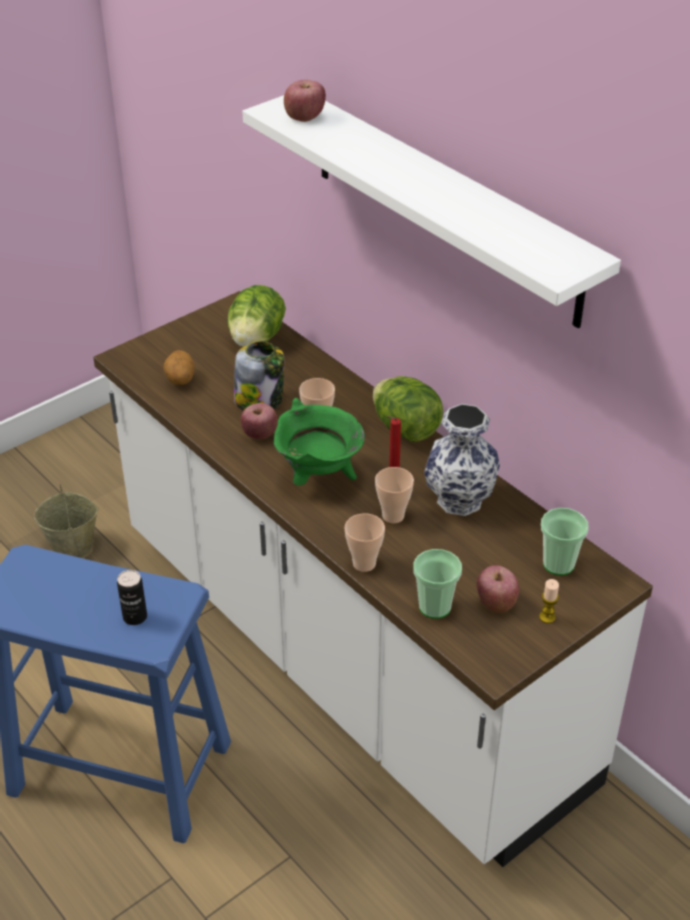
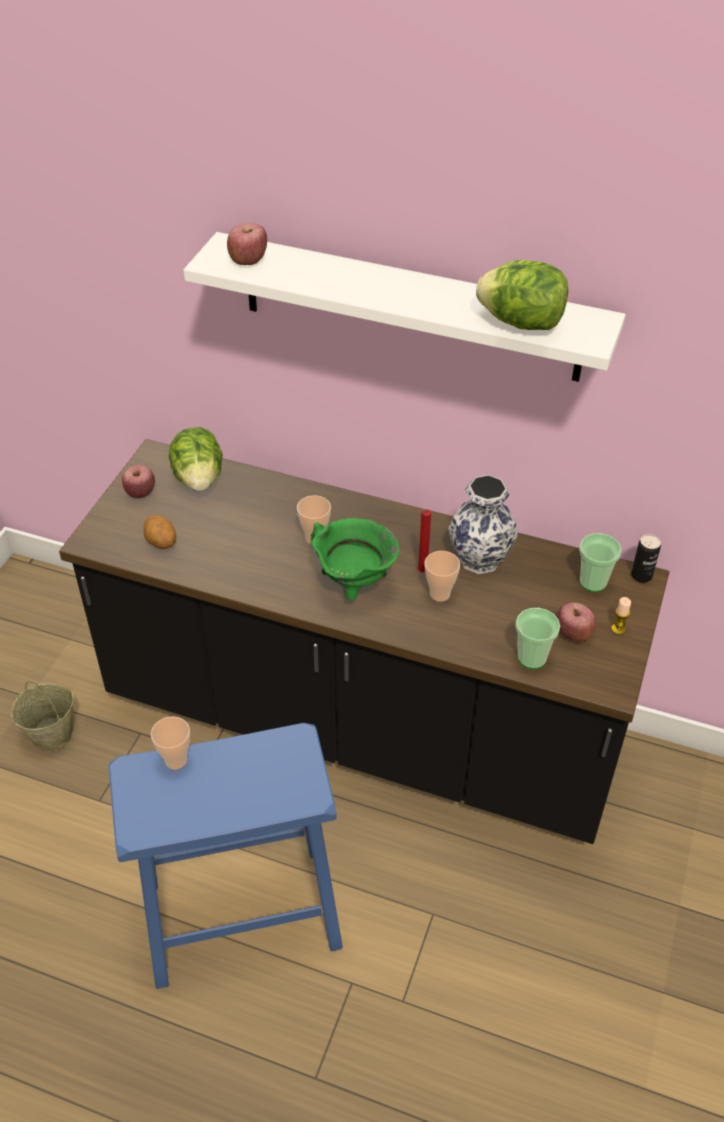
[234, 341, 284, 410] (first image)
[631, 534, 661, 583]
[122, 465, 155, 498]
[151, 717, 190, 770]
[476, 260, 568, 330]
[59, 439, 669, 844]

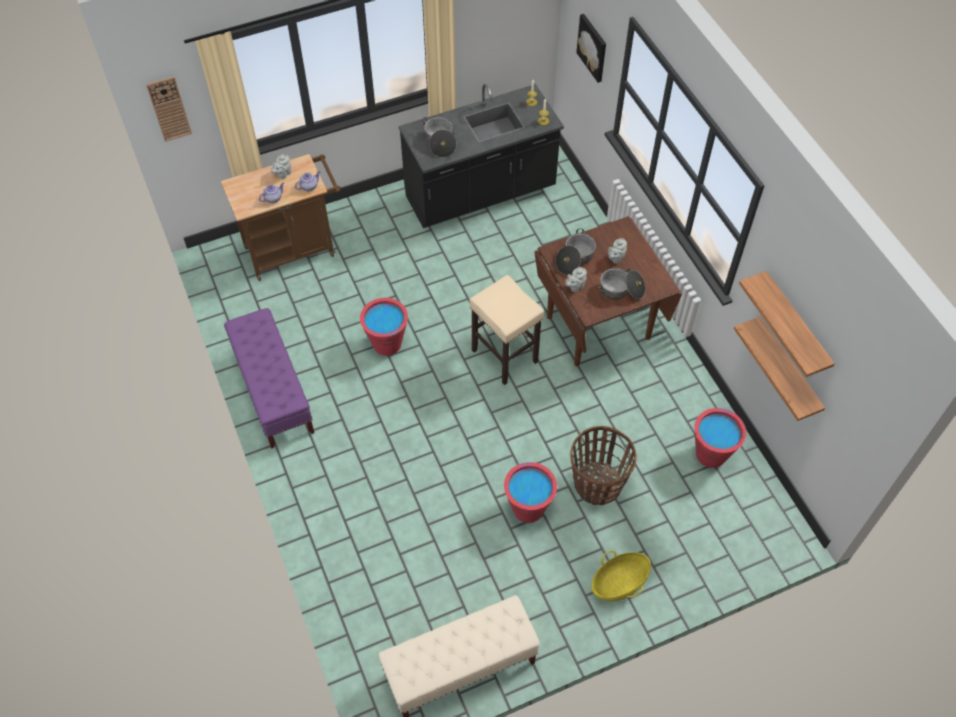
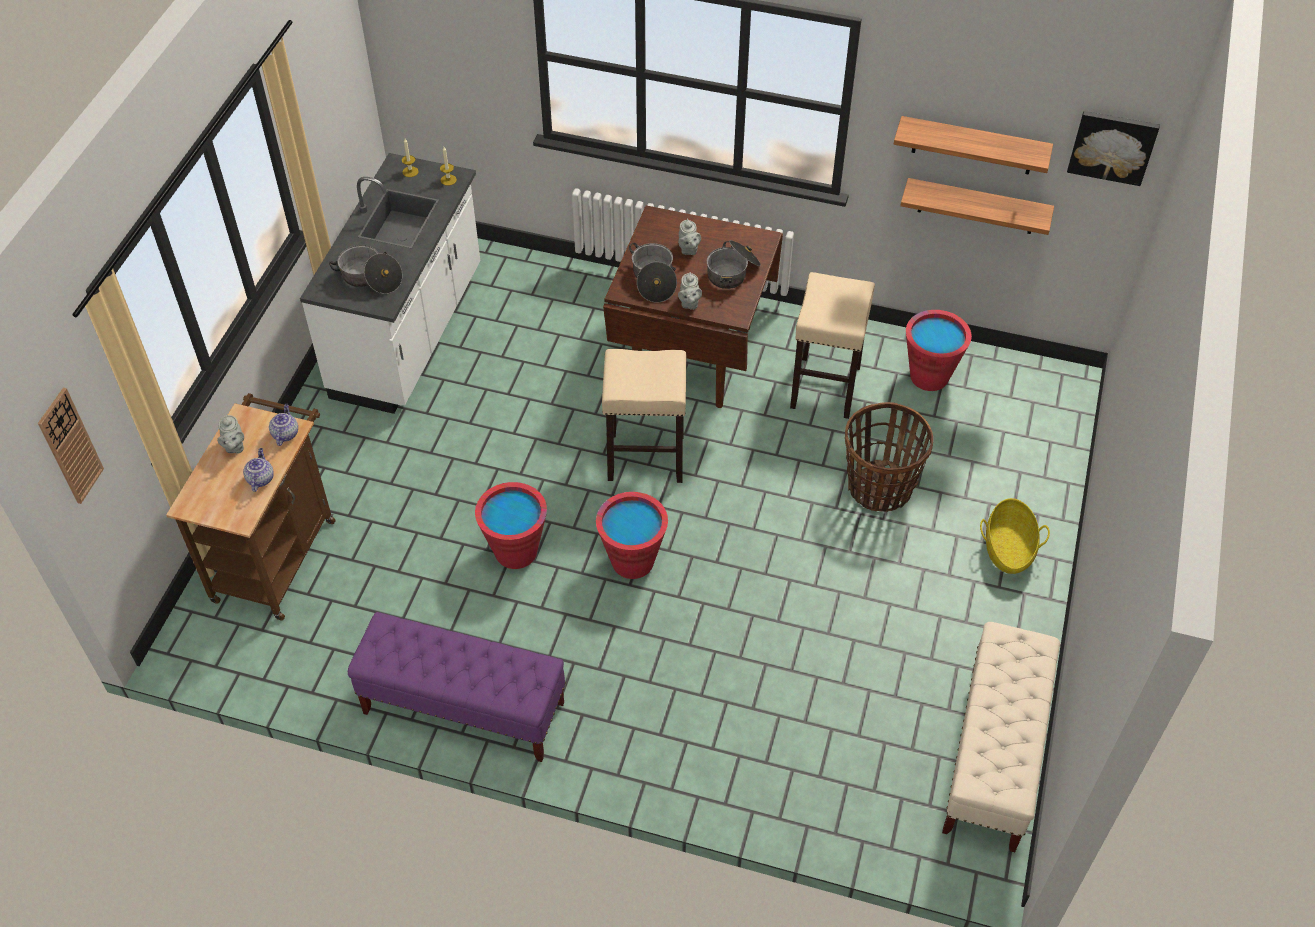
[790, 272, 875, 419]
[596, 492, 668, 579]
[1067, 111, 1160, 186]
[300, 153, 480, 414]

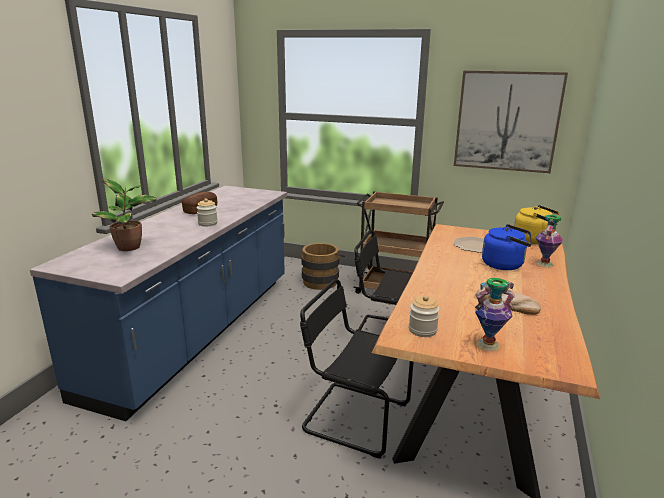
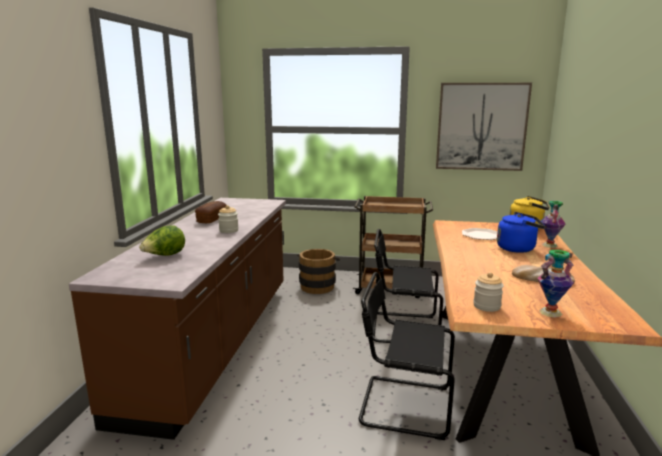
[139, 225, 185, 256]
[69, 198, 286, 440]

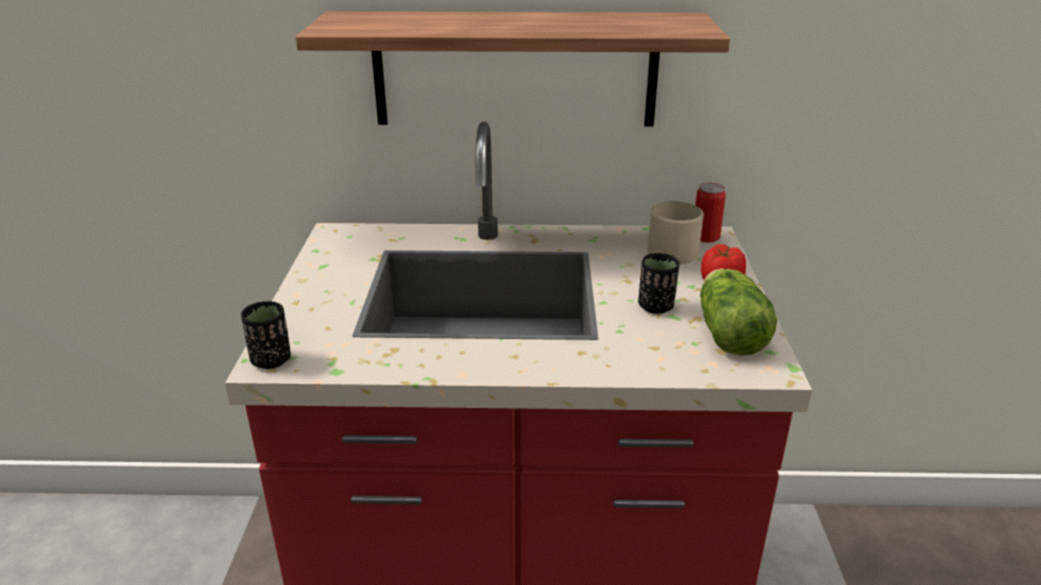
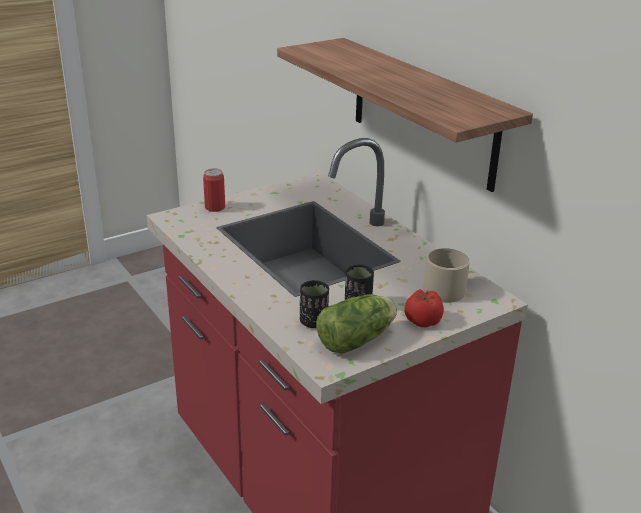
[300, 280, 329, 328]
[203, 169, 225, 212]

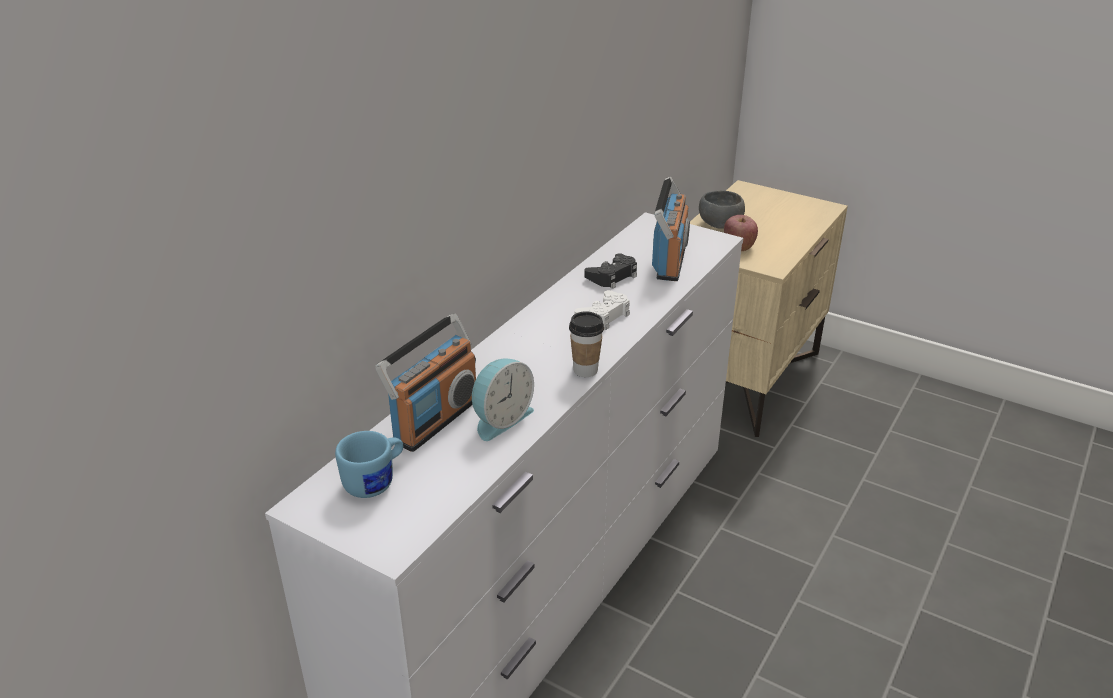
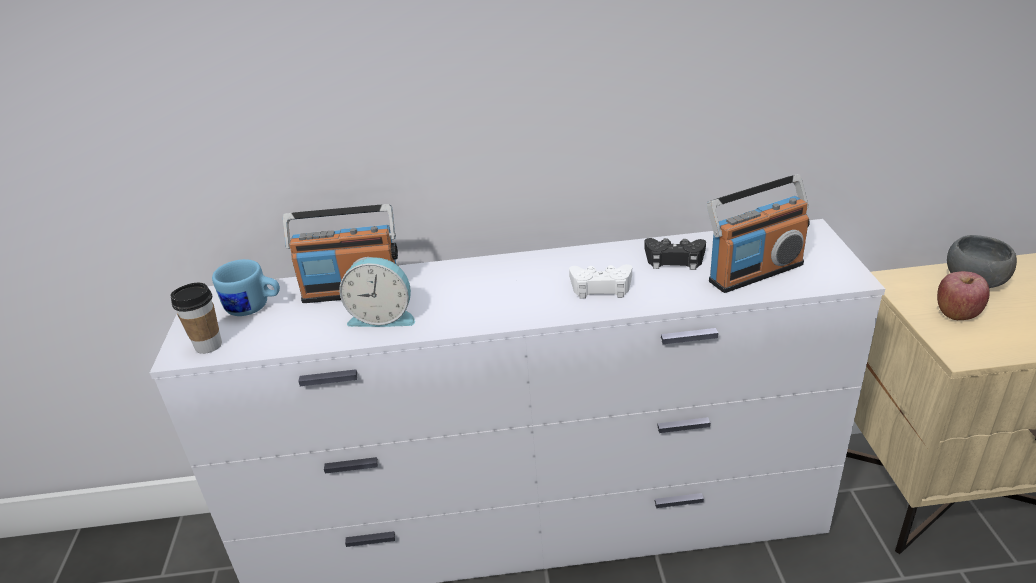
[171, 283, 222, 354]

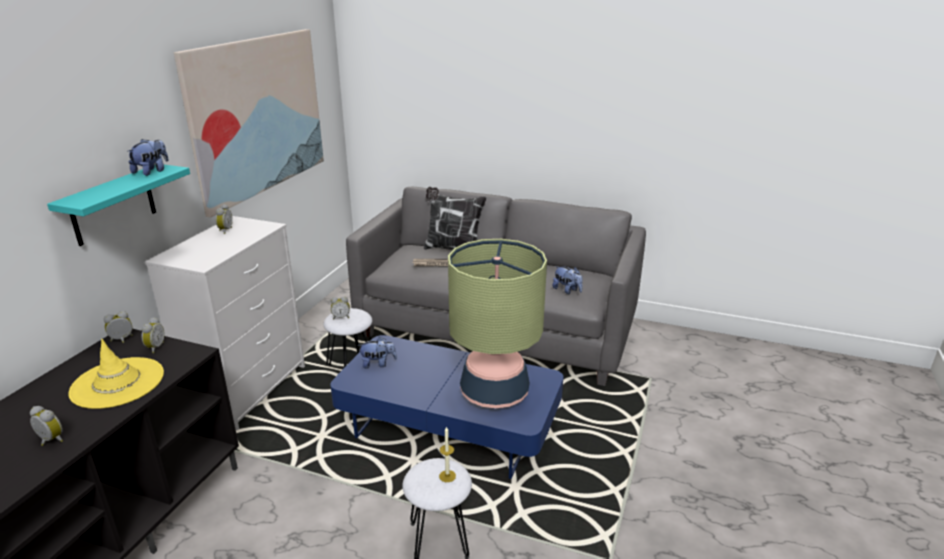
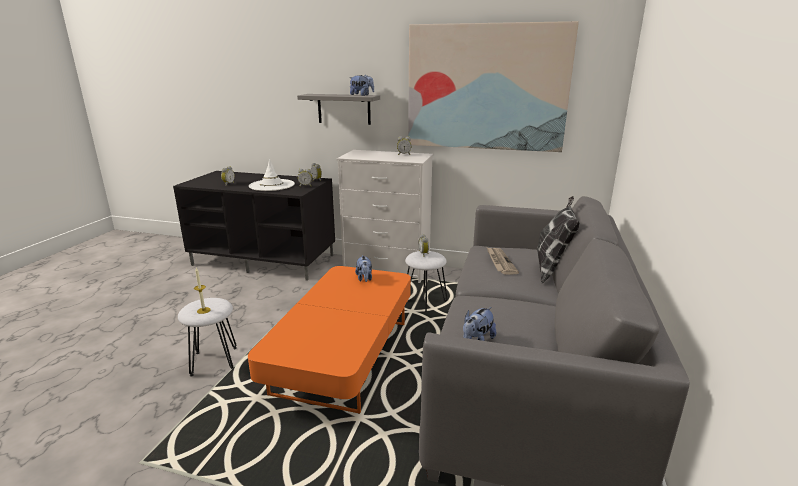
[448, 239, 547, 408] (first image)
[297, 94, 380, 125]
[249, 158, 295, 191]
[248, 266, 411, 414]

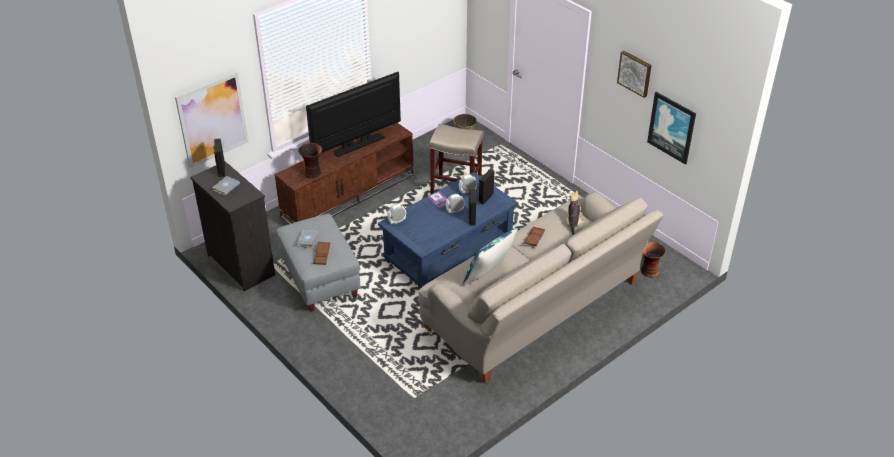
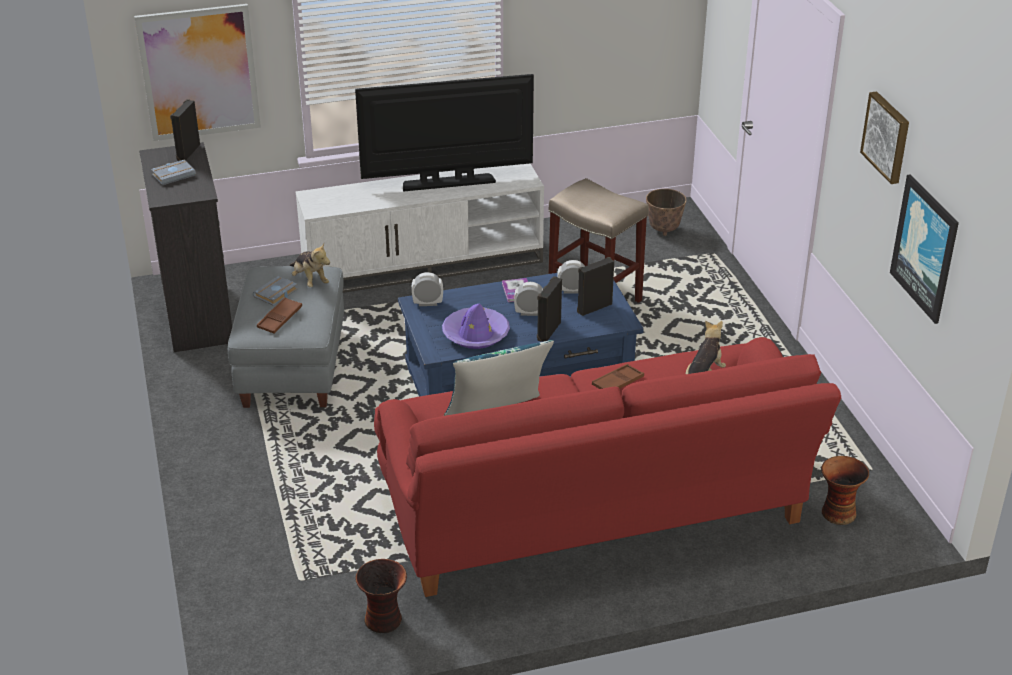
[290, 243, 330, 287]
[442, 303, 510, 349]
[356, 559, 407, 633]
[295, 164, 544, 293]
[374, 337, 841, 597]

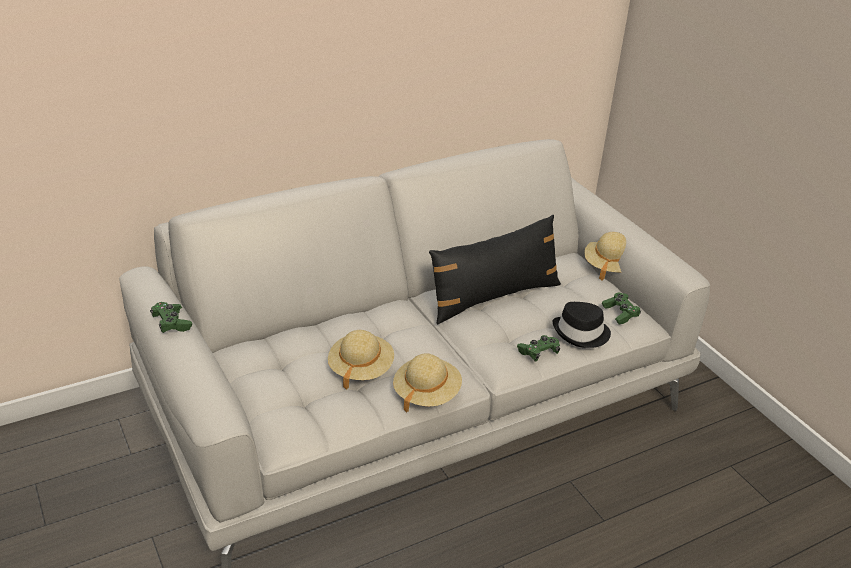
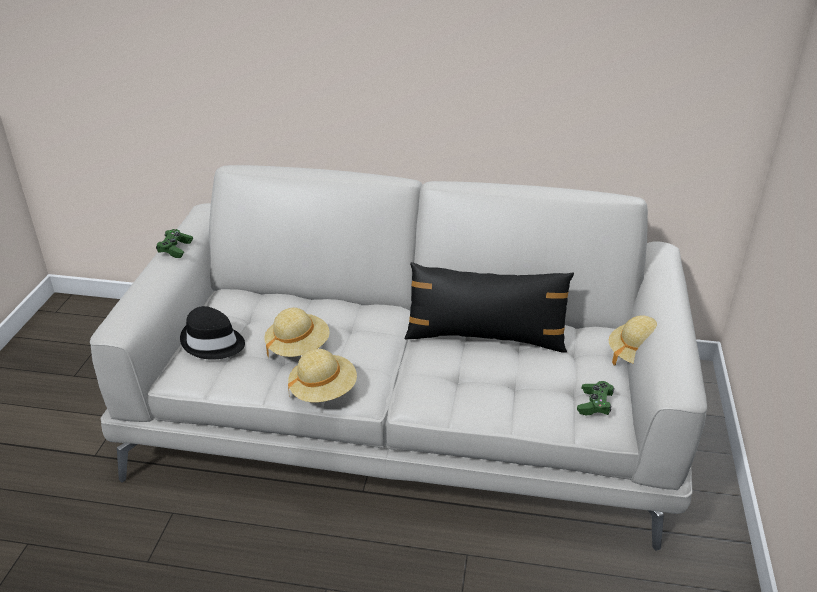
[517, 335, 560, 361] (first image)
[180, 306, 245, 360]

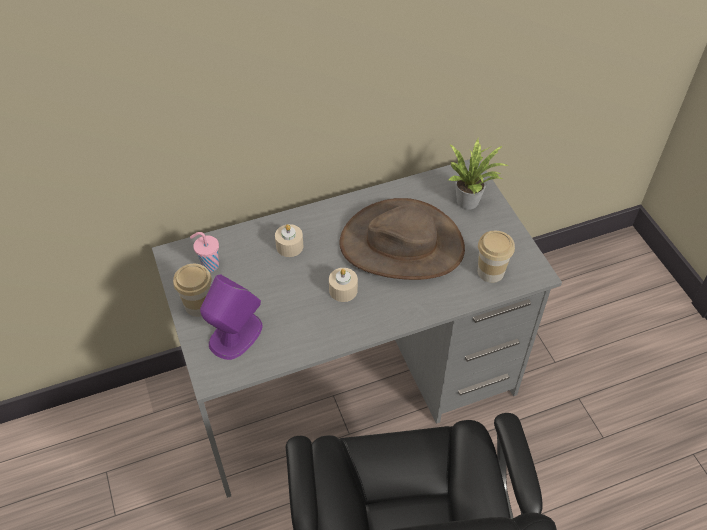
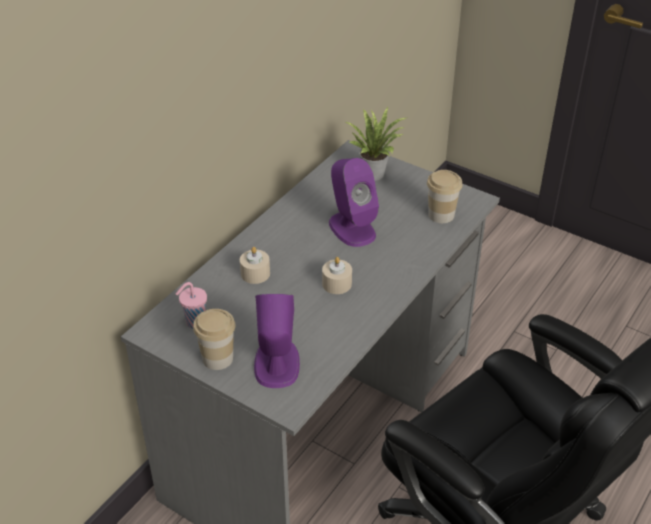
[329, 158, 379, 247]

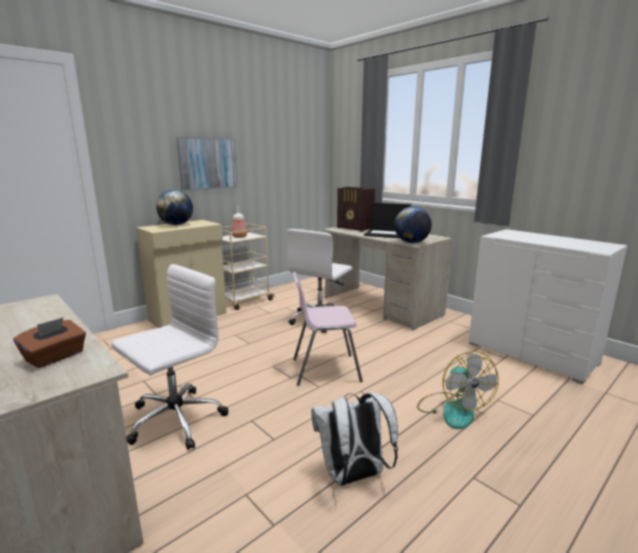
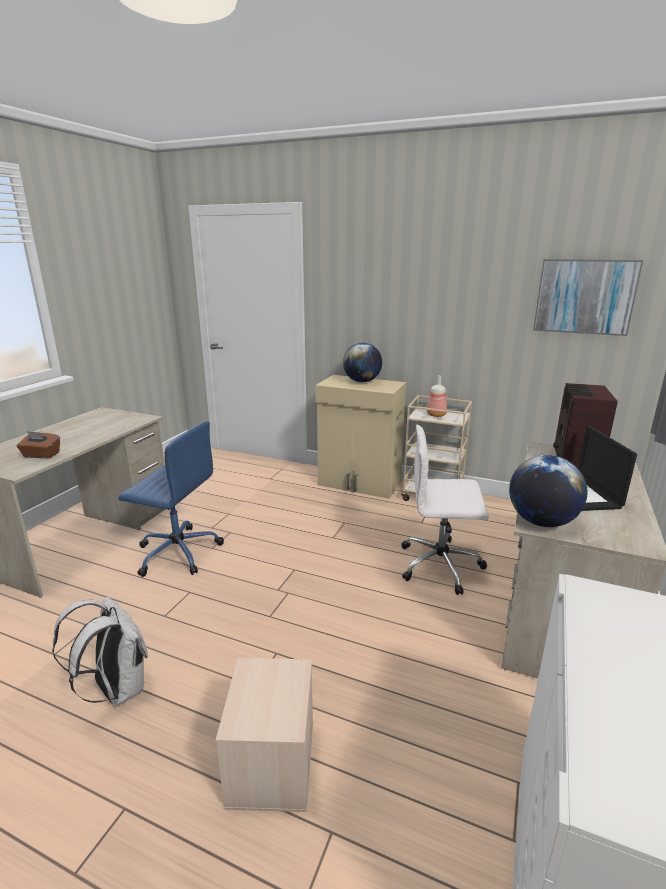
[293, 272, 363, 386] (first image)
[533, 259, 643, 336]
[216, 658, 313, 812]
[118, 421, 224, 577]

